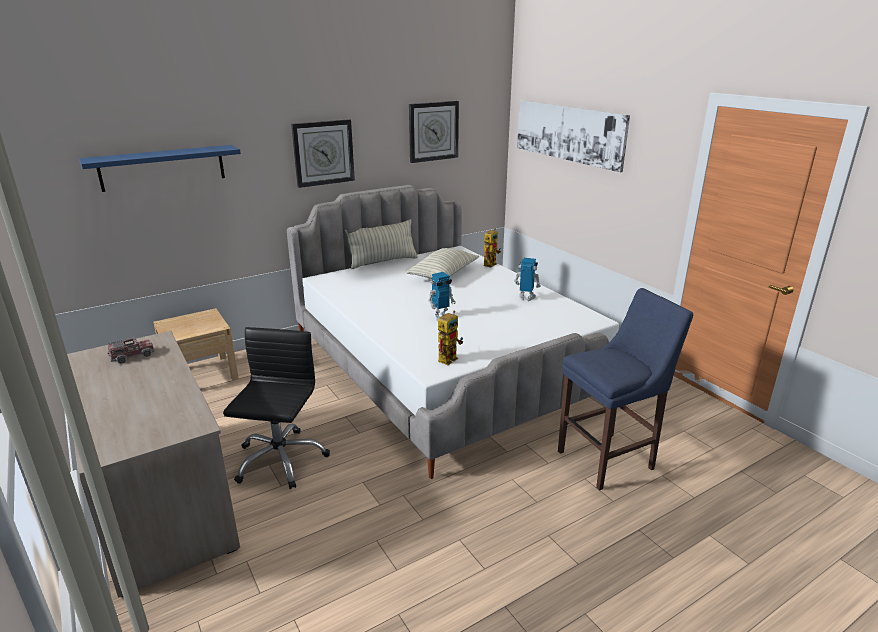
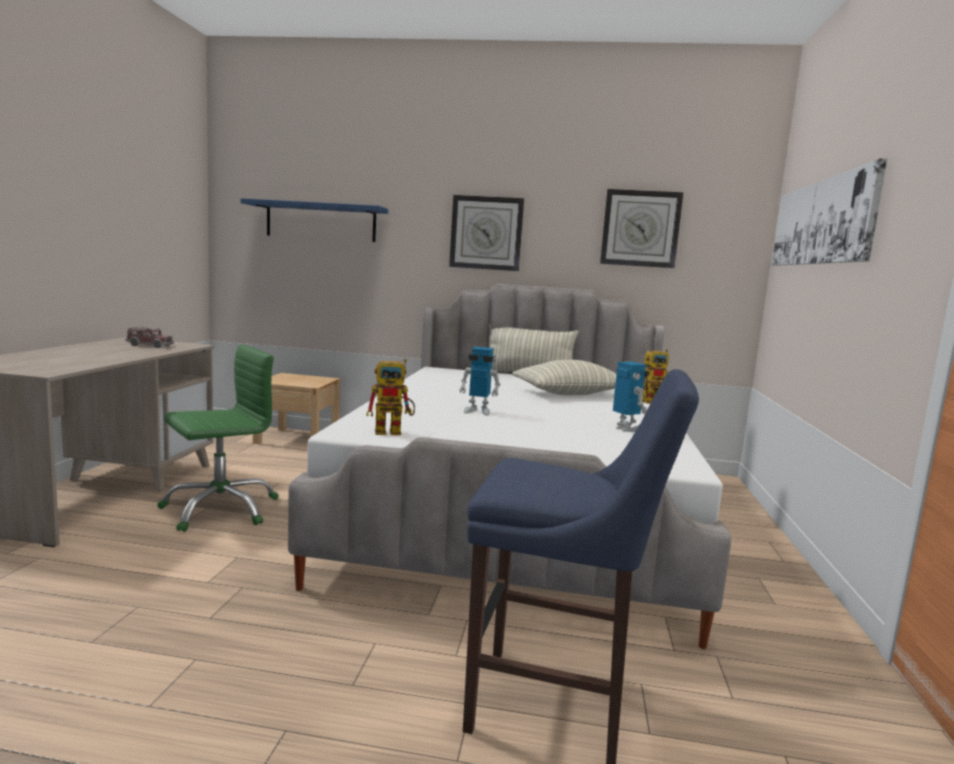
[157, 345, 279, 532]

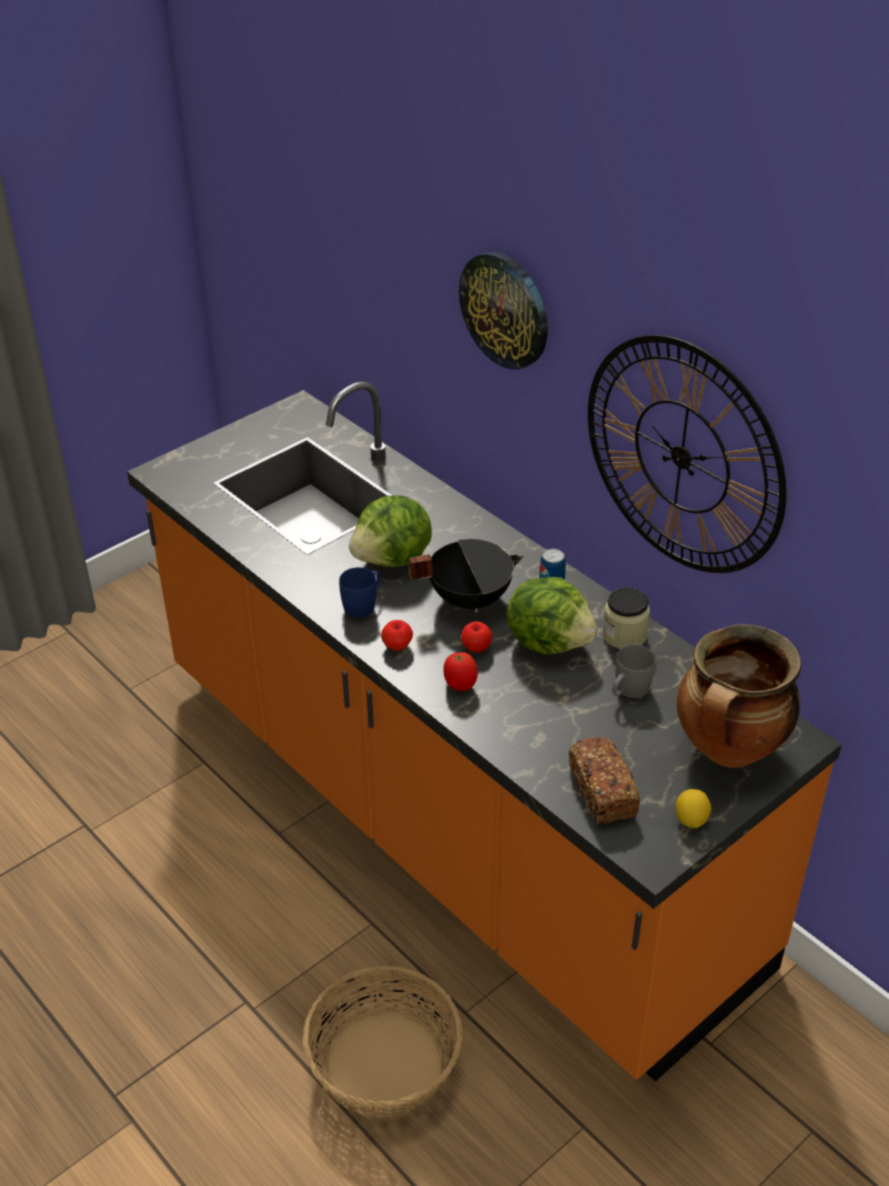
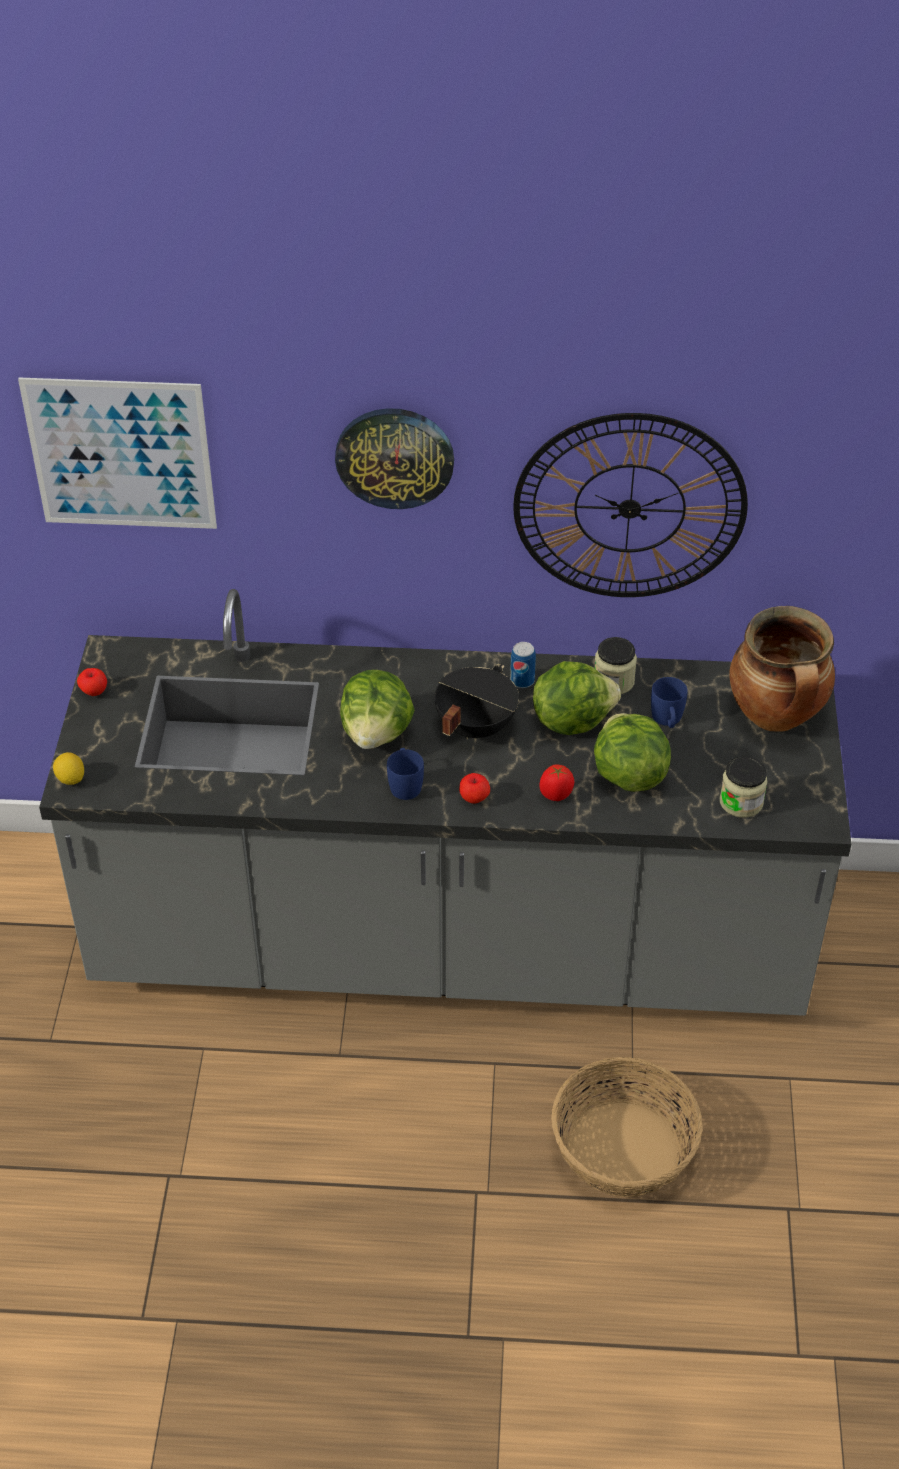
[18, 378, 217, 529]
[594, 713, 671, 792]
[77, 668, 107, 696]
[53, 752, 84, 785]
[720, 757, 768, 818]
[39, 589, 851, 1016]
[651, 677, 688, 728]

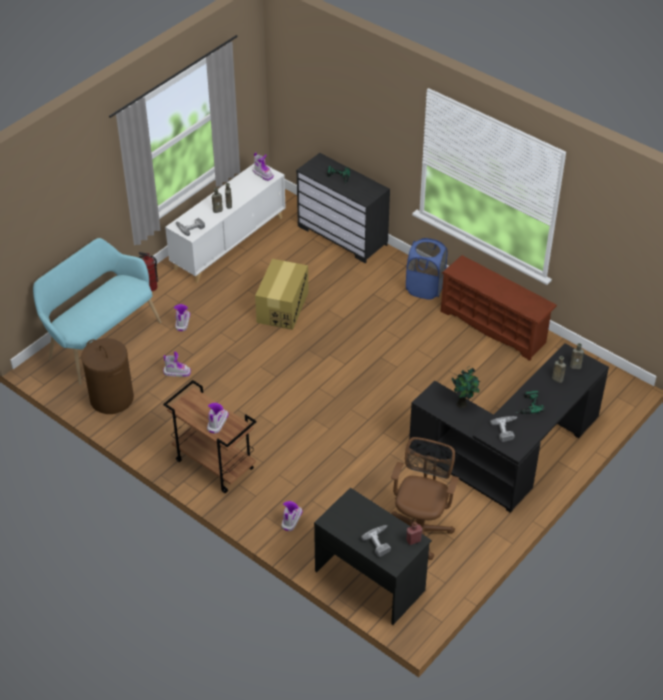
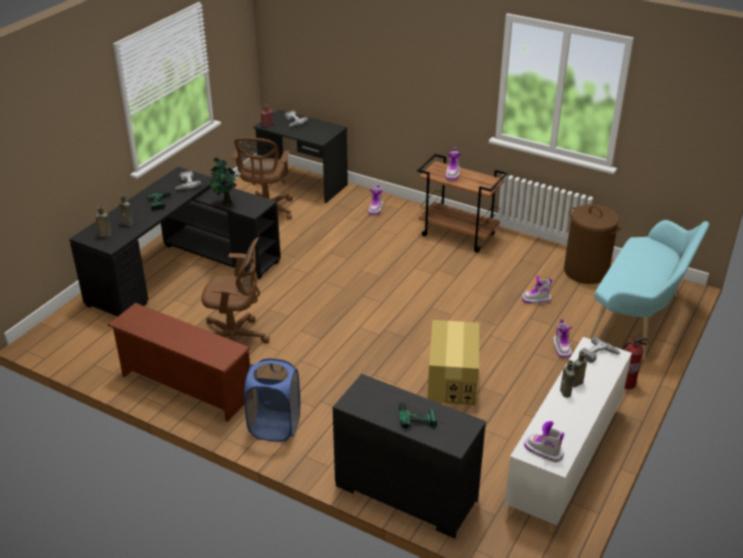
[201, 237, 270, 344]

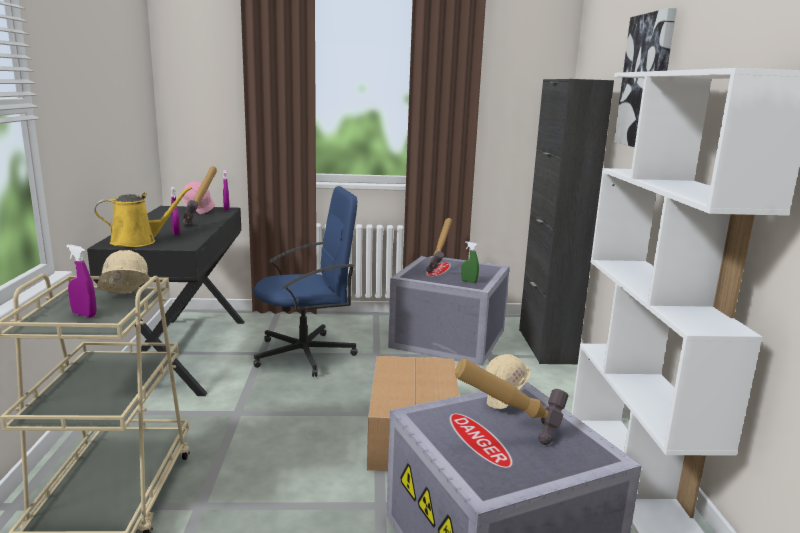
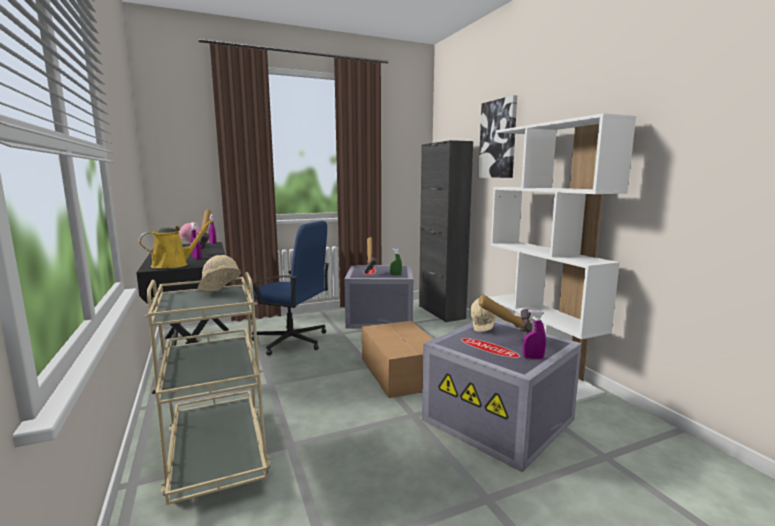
[523, 310, 546, 359]
[252, 221, 329, 356]

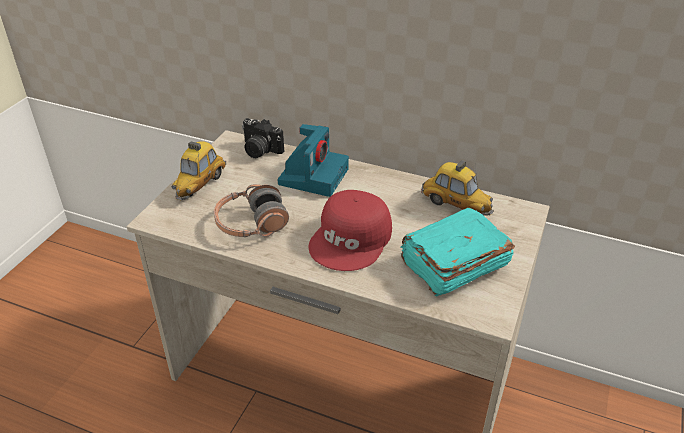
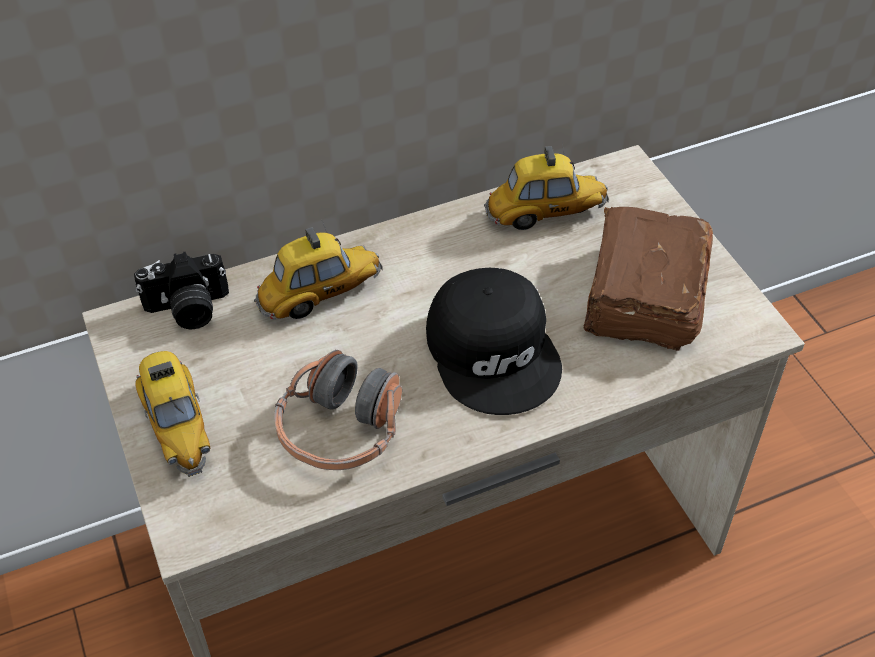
[254, 221, 383, 320]
[426, 268, 562, 415]
[584, 207, 713, 351]

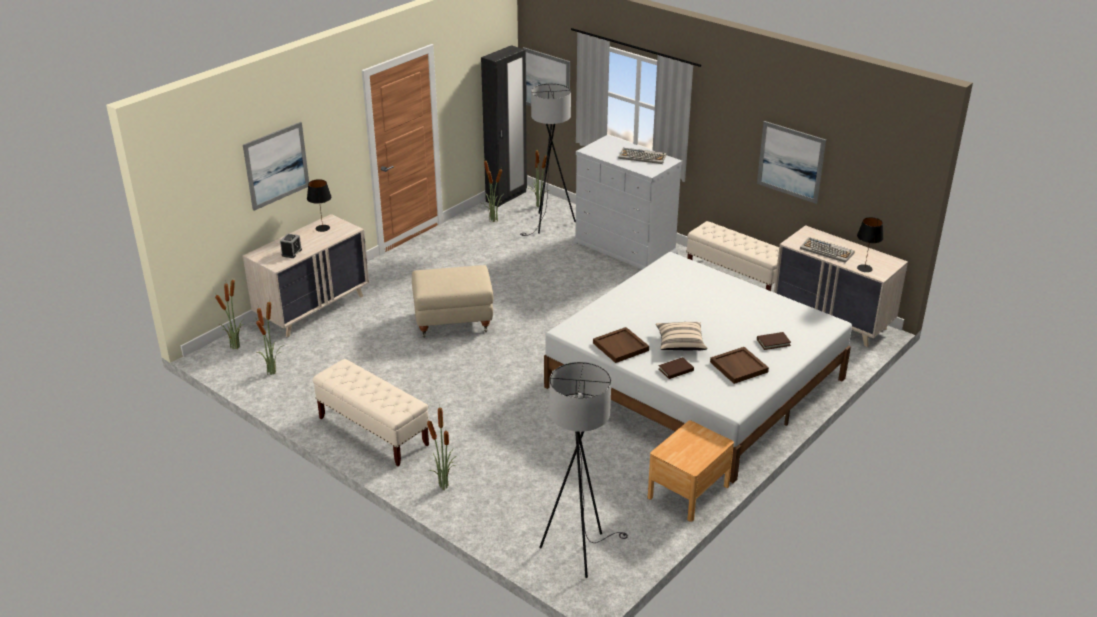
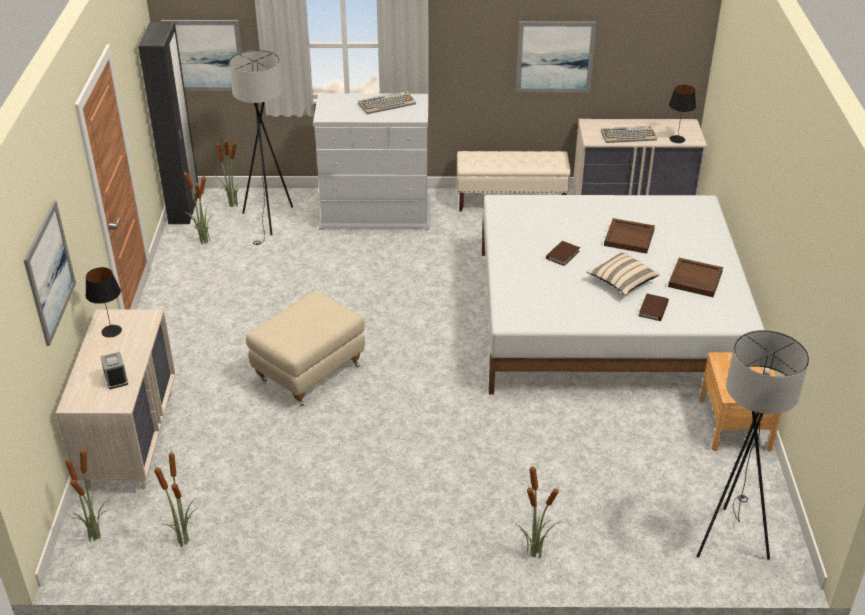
[313, 359, 429, 466] (first image)
[604, 218, 655, 254]
[546, 241, 580, 266]

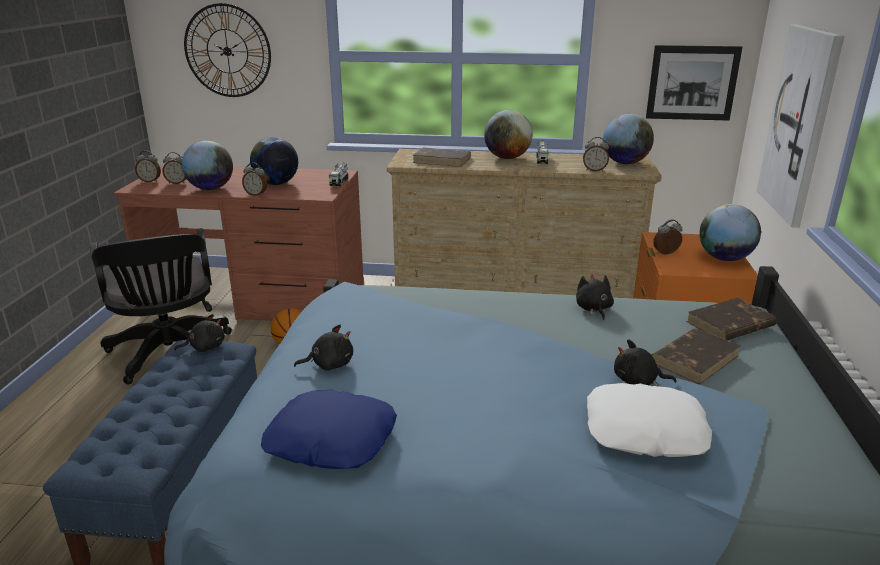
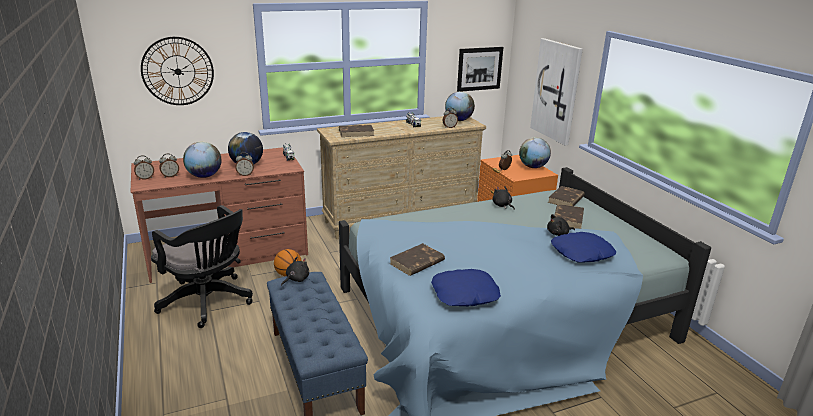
[484, 110, 533, 159] (first image)
[390, 243, 445, 276]
[551, 232, 616, 263]

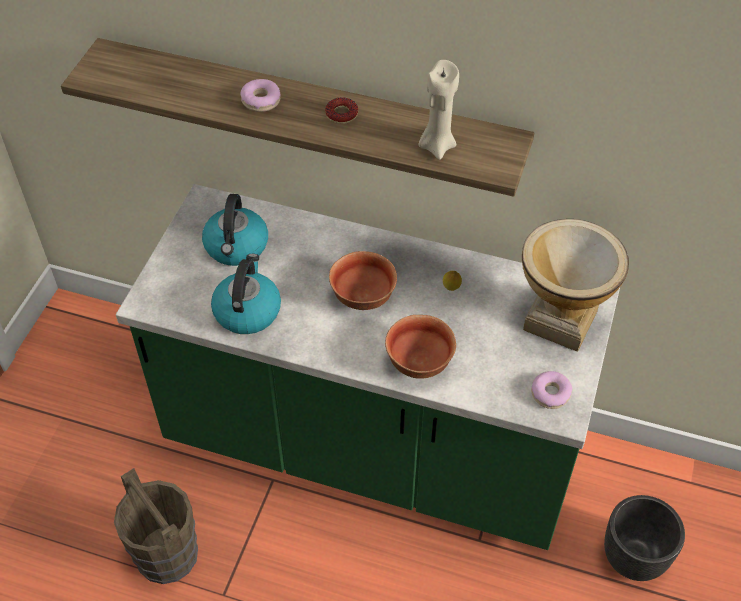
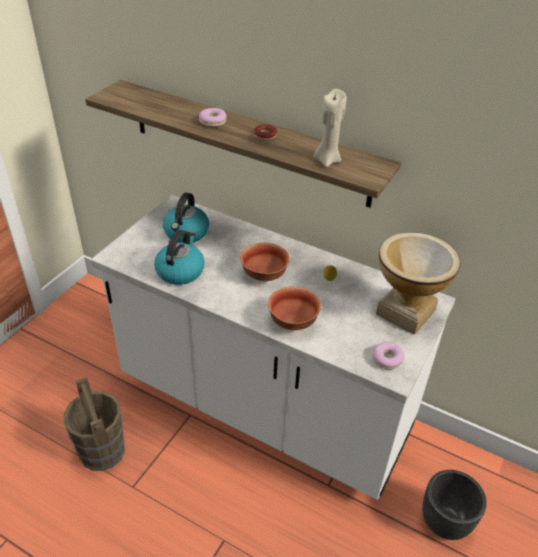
[91, 195, 456, 500]

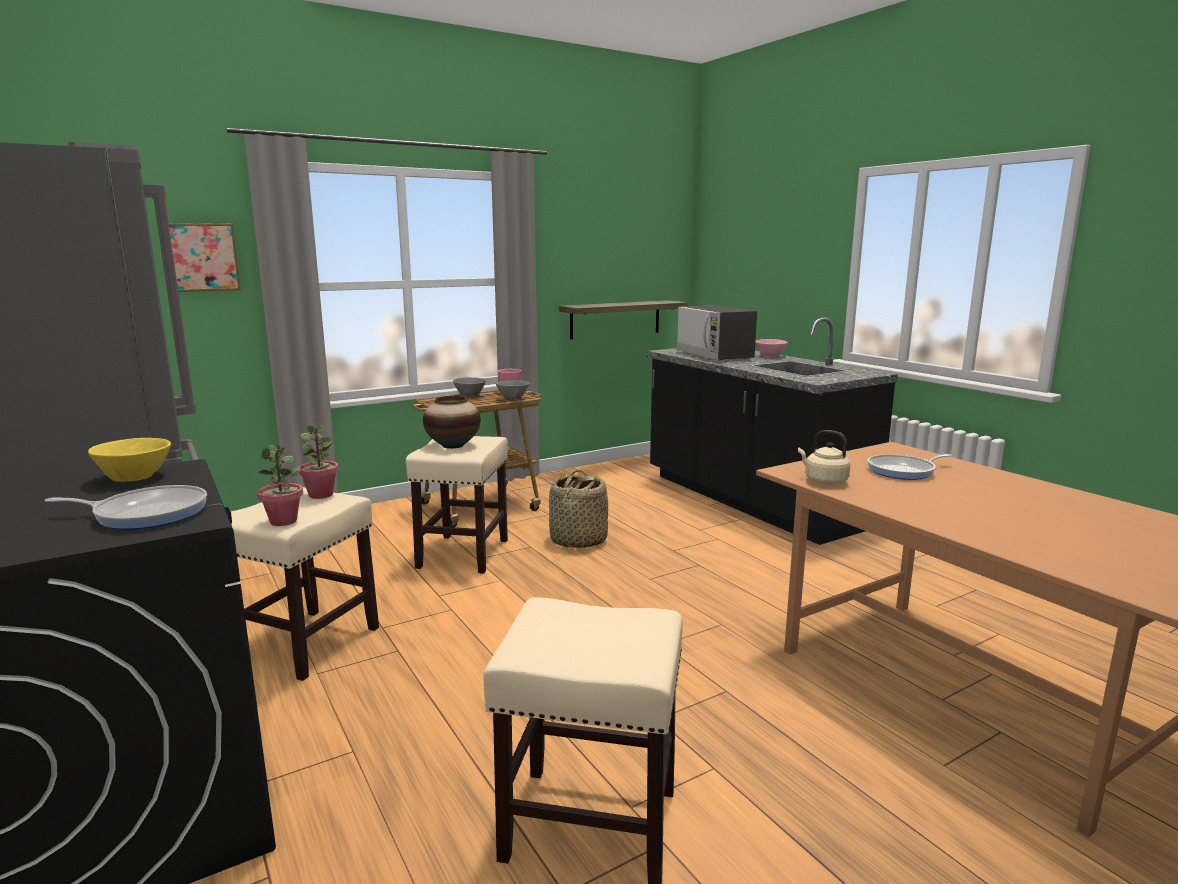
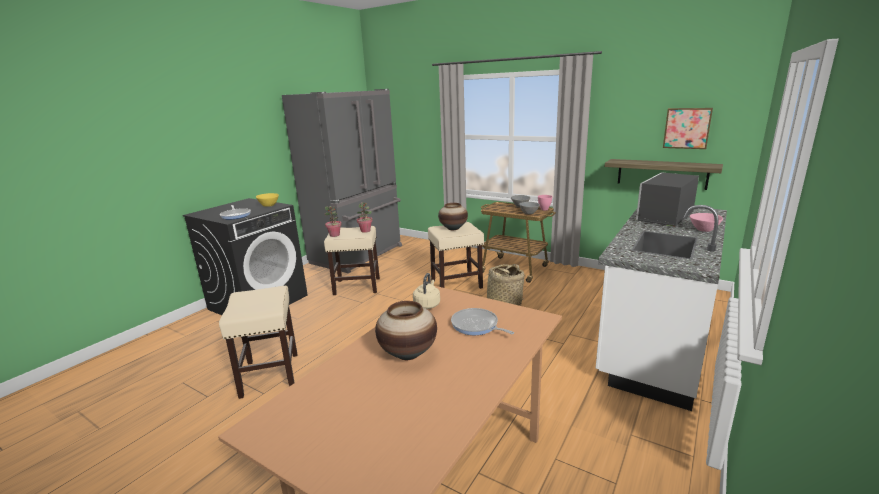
[375, 301, 437, 360]
[663, 108, 713, 149]
[596, 205, 727, 411]

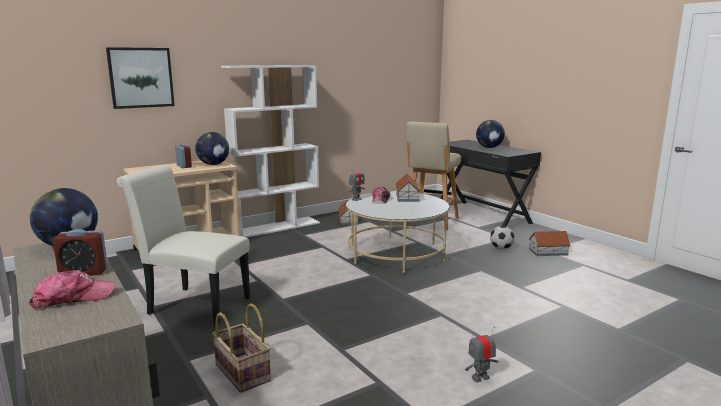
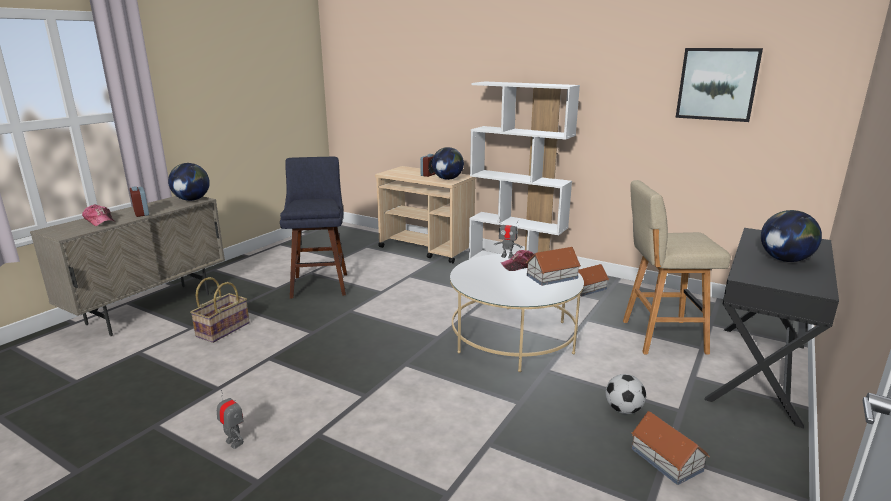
[676, 48, 763, 122]
[280, 157, 347, 298]

